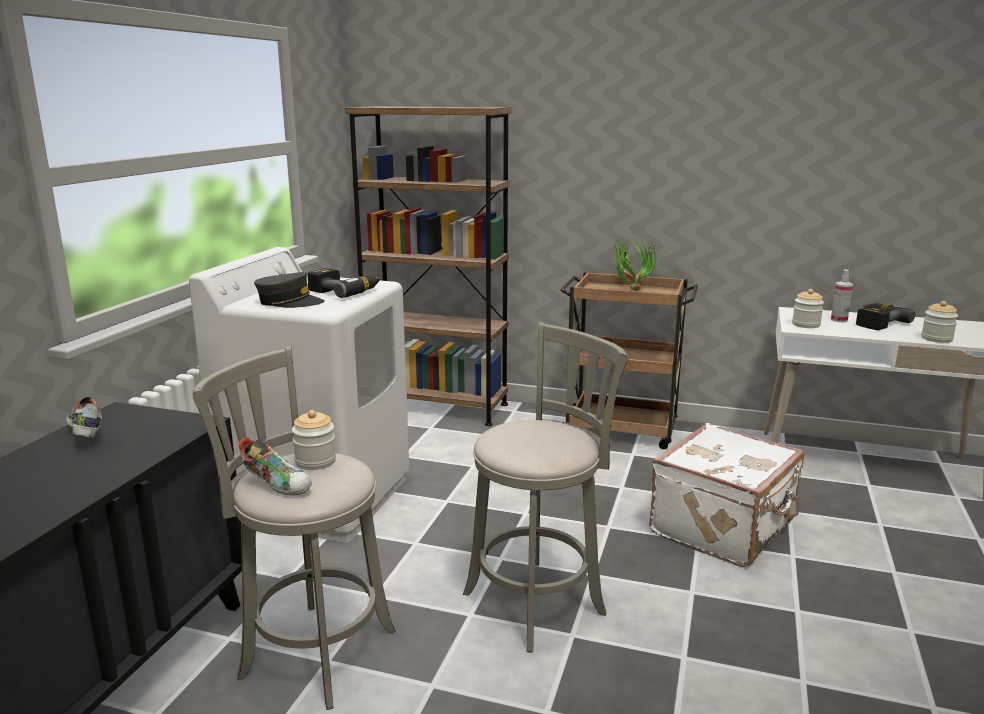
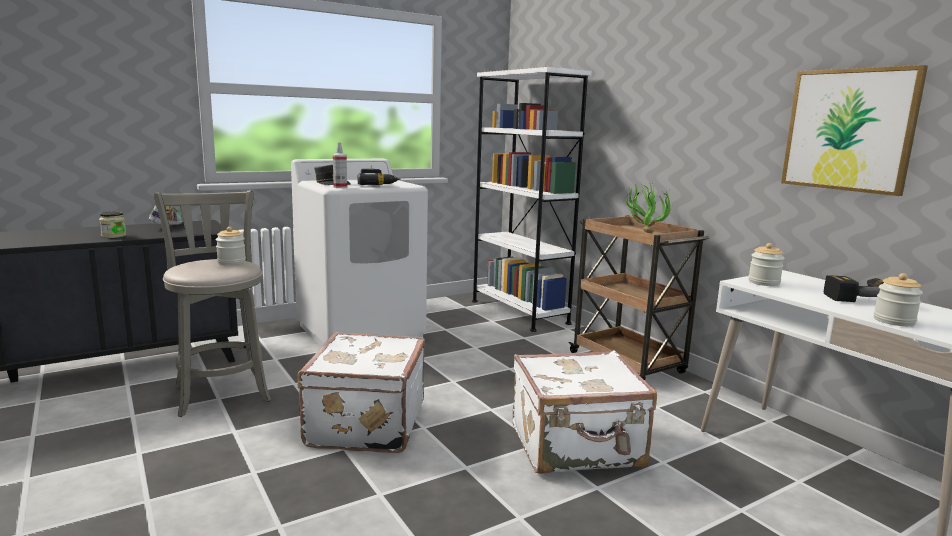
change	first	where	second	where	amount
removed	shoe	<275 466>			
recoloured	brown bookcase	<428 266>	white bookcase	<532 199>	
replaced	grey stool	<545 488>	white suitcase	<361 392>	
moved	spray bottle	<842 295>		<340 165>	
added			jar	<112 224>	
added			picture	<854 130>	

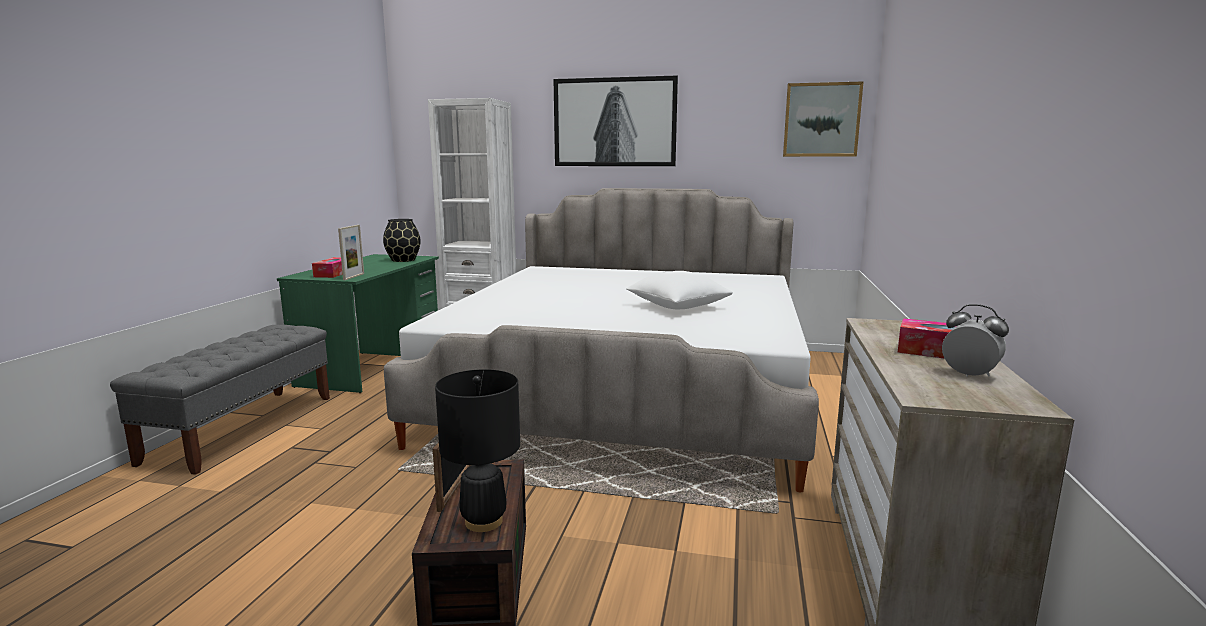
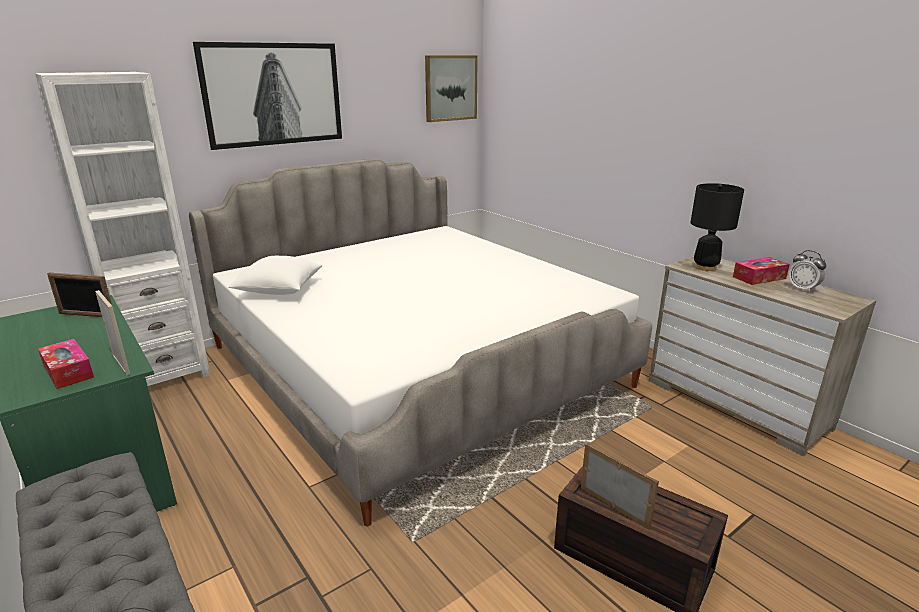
change	first	where	second	where	amount
replaced	black vase	<402 240>	picture frame	<79 295>	
moved	black table lamp	<477 450>		<717 227>	
moved	white pillow	<679 290>		<275 275>	
turned	alarm clock	<975 340>		<807 271>	120 degrees counterclockwise

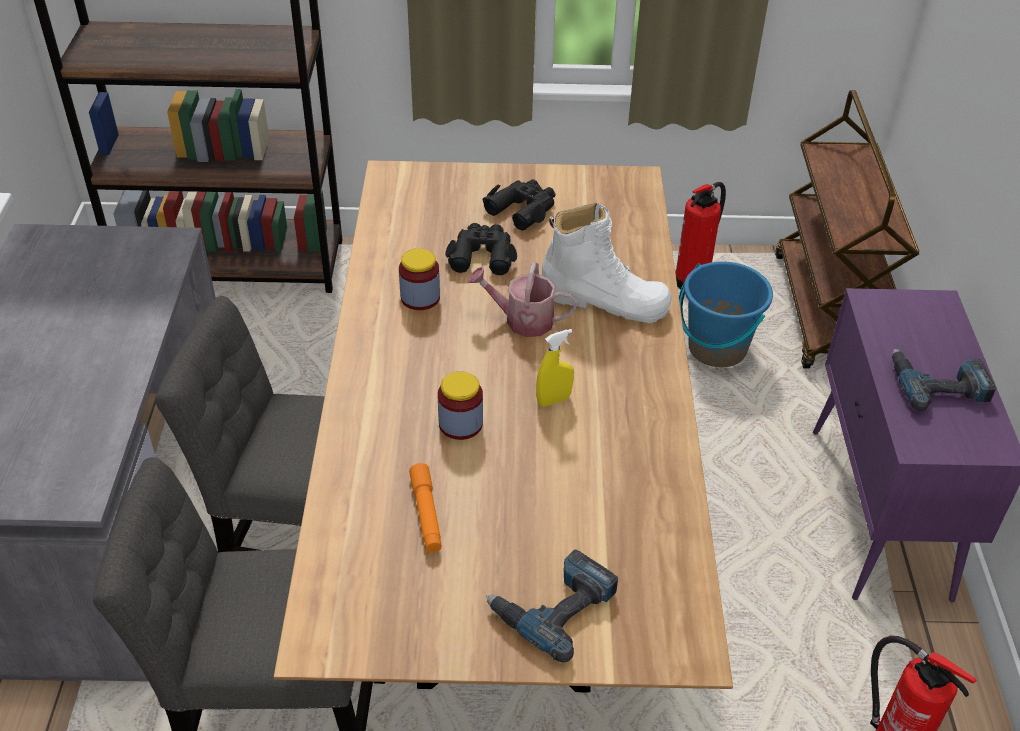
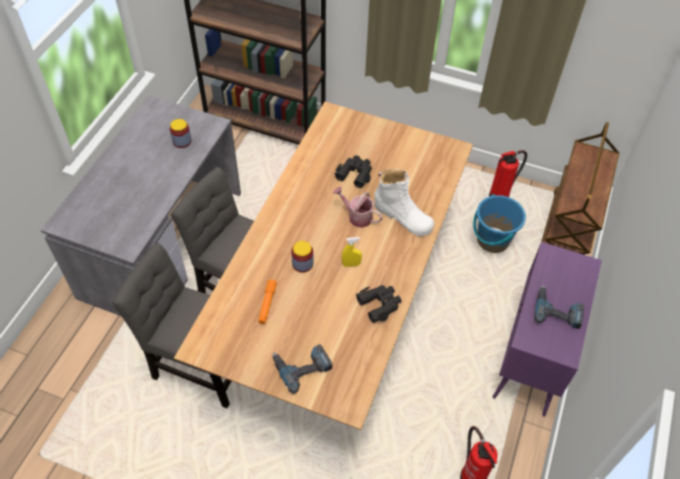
change	first	where	second	where	amount
moved	jar	<419 279>		<181 133>	
moved	black binoculars	<519 205>		<379 304>	

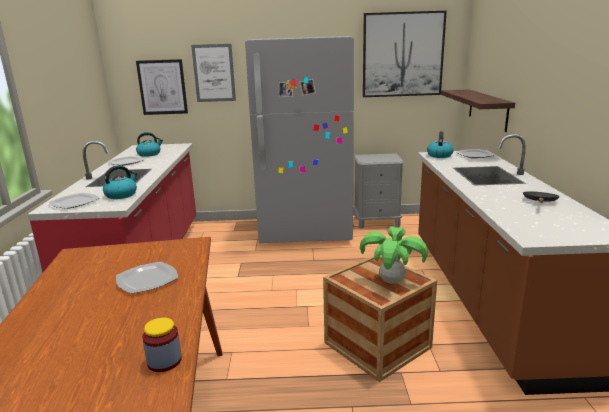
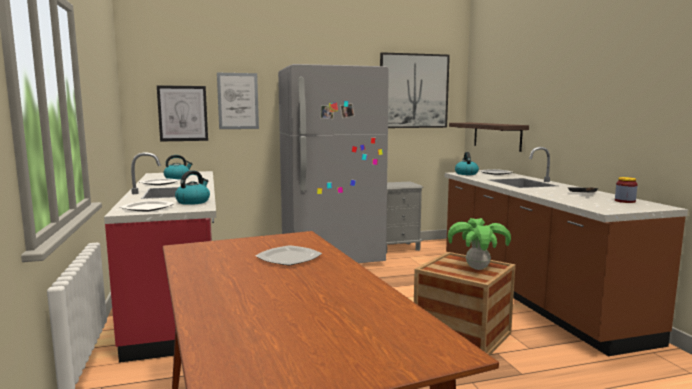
change	first	where	second	where	amount
moved	jar	<162 344>		<626 190>	

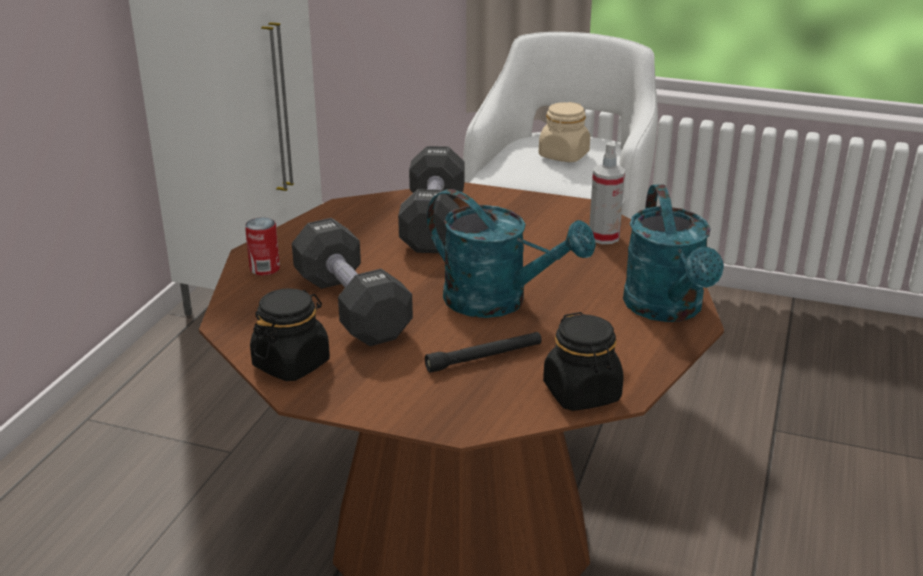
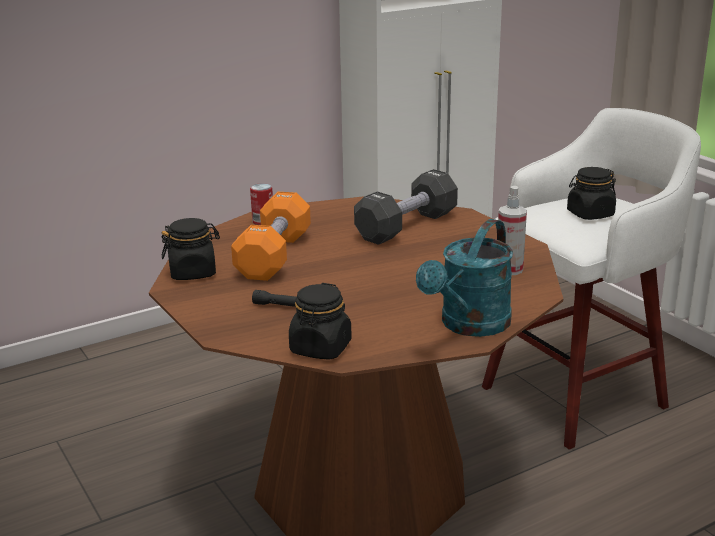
change	first	where	second	where	amount
recoloured	black dumbbell	<352 282>	orange dumbbell	<271 236>	
removed	turquoise watering can	<511 253>			
recoloured	beige jar	<564 132>	black jar	<591 193>	

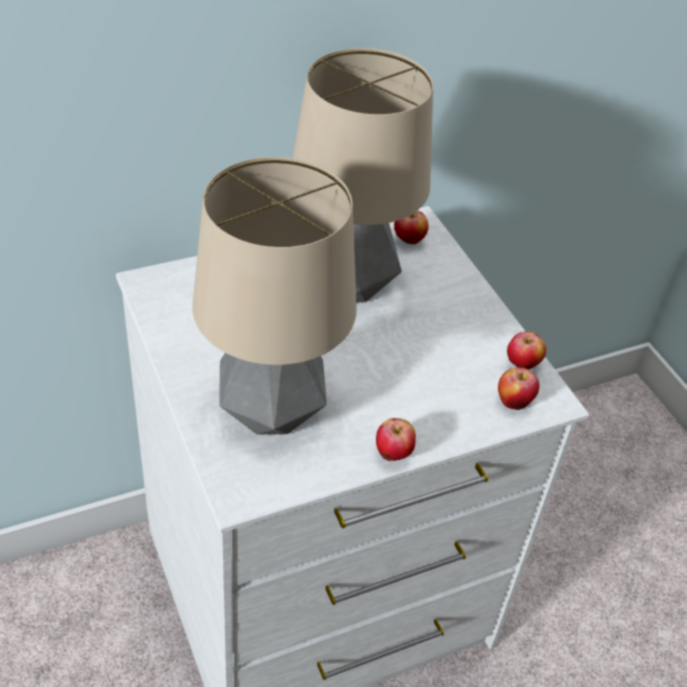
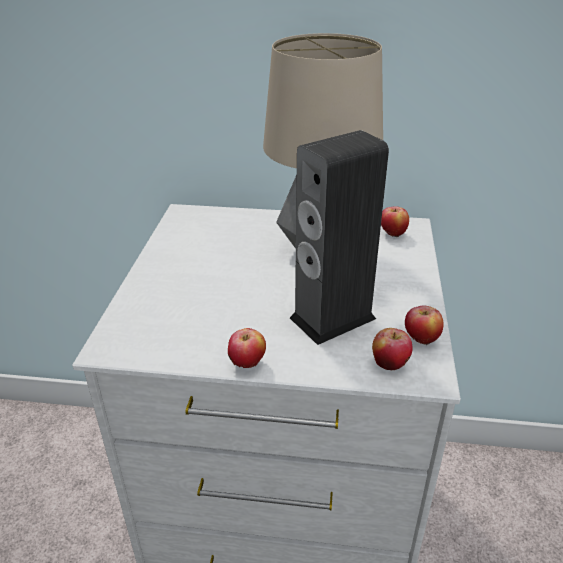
change	first	where	second	where	amount
removed	table lamp	<274 296>			
added			speaker	<339 237>	

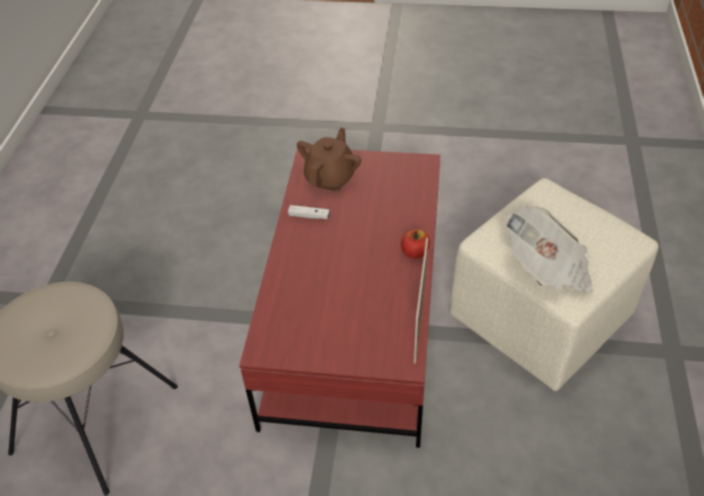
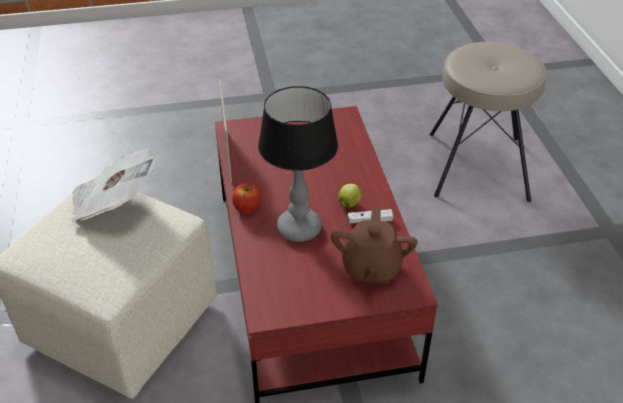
change	first	where	second	where	amount
added			table lamp	<298 164>	
added			apple	<350 196>	

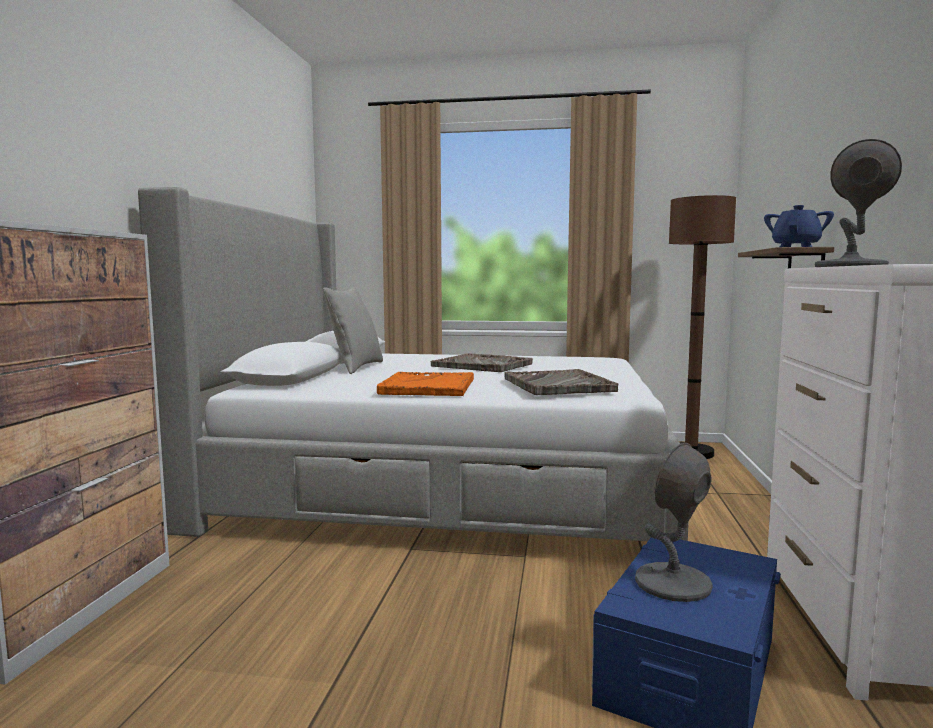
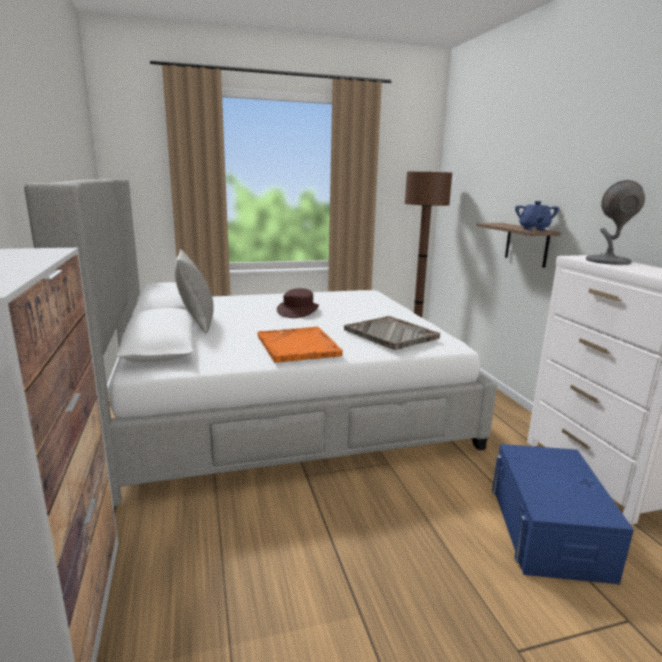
change	first	where	second	where	amount
replaced	grey tray	<482 362>	brown hat	<298 303>	
removed	grey table lamp	<674 522>			

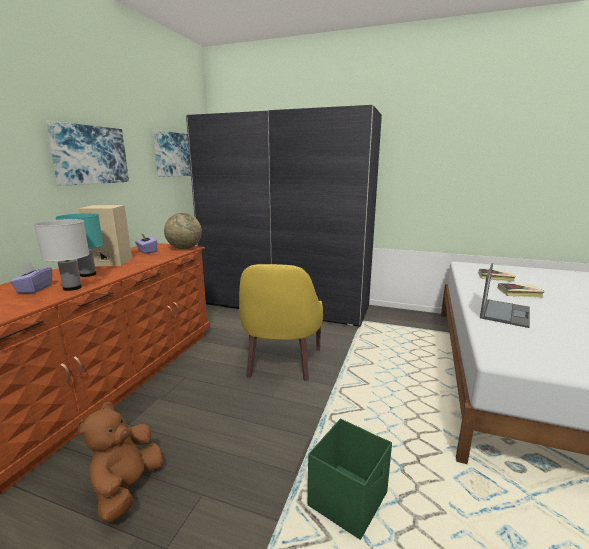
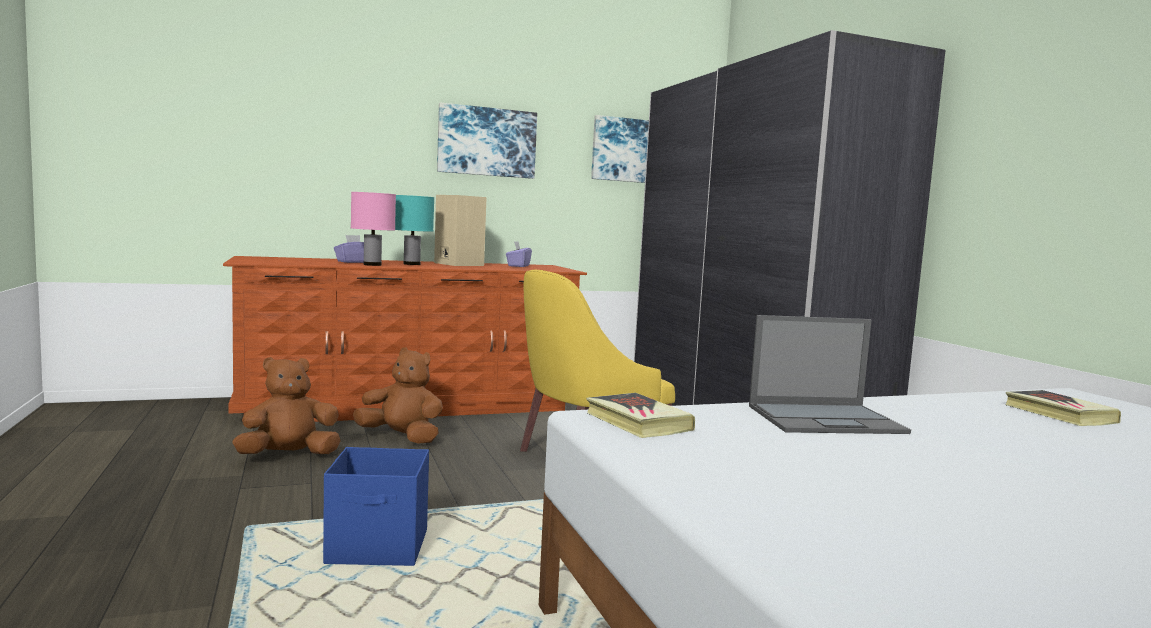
change	first	where	second	where	amount
recoloured	white table lamp	<62 255>	pink table lamp	<373 229>	
removed	globe	<183 231>			
recoloured	green storage box	<350 479>	blue storage box	<376 506>	
moved	book	<521 290>		<640 415>	
added			brown plush toy	<398 395>	

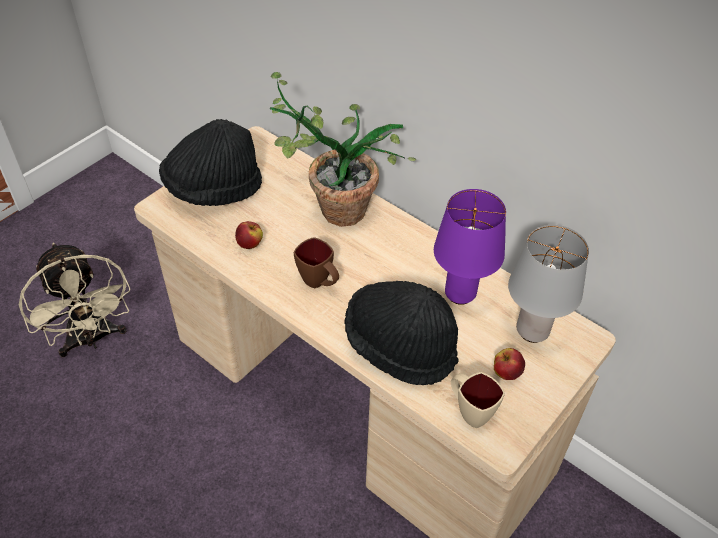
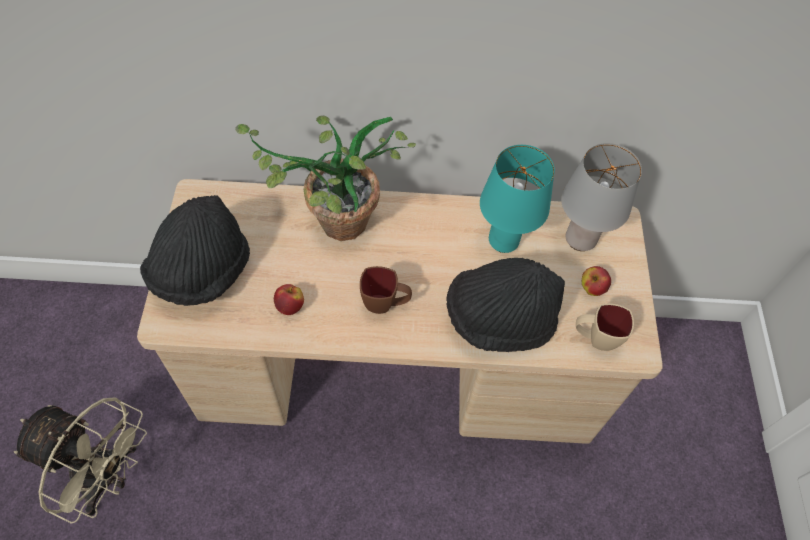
change	first	where	second	where	amount
recoloured	purple table lamp	<470 247>	turquoise table lamp	<517 199>	

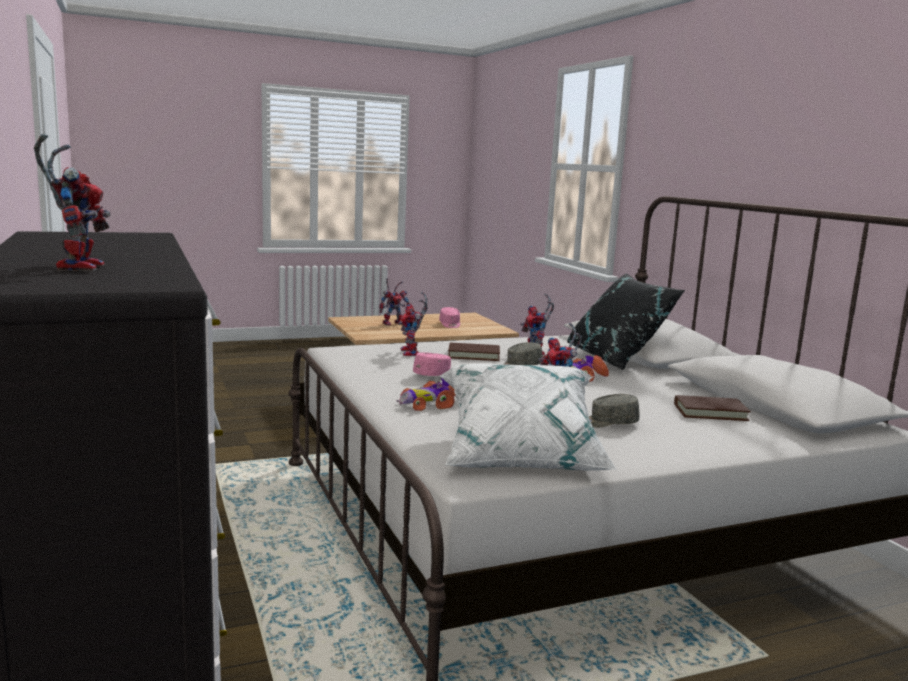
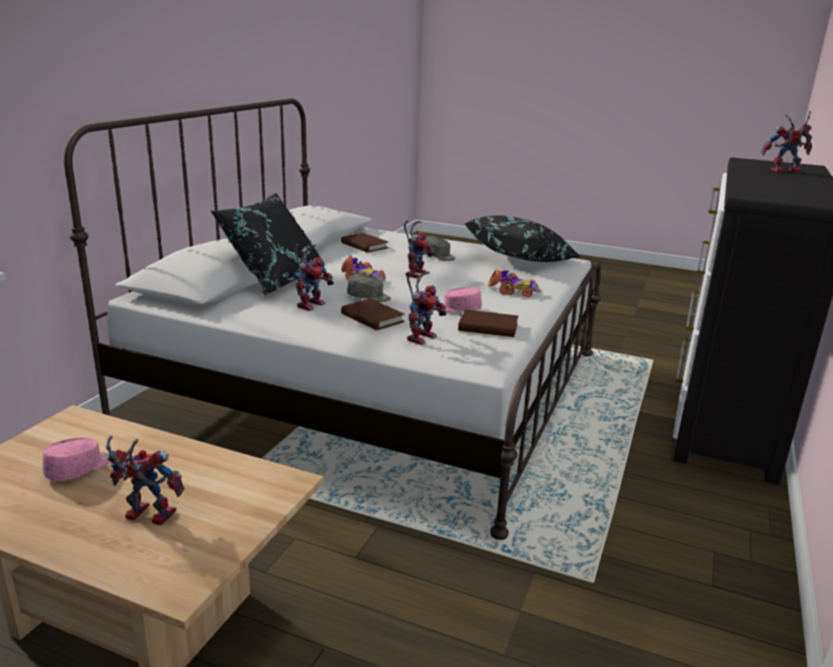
change	first	where	second	where	amount
turned	toy robot	<72 202>		<786 142>	60 degrees clockwise
recoloured	white pillow	<528 417>	black pillow	<522 238>	
added			brown book	<488 323>	

